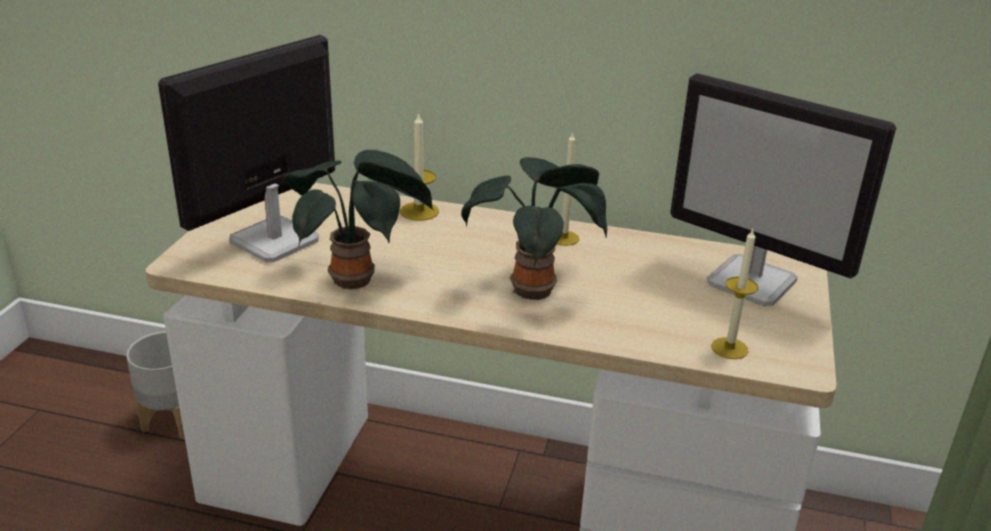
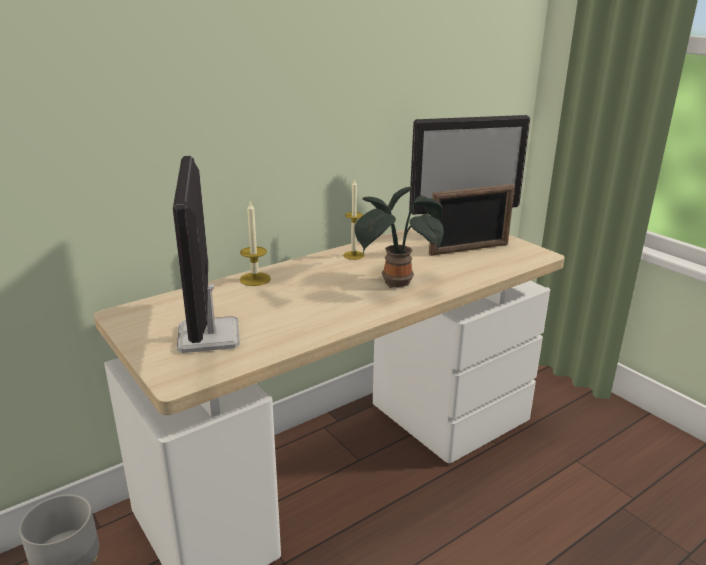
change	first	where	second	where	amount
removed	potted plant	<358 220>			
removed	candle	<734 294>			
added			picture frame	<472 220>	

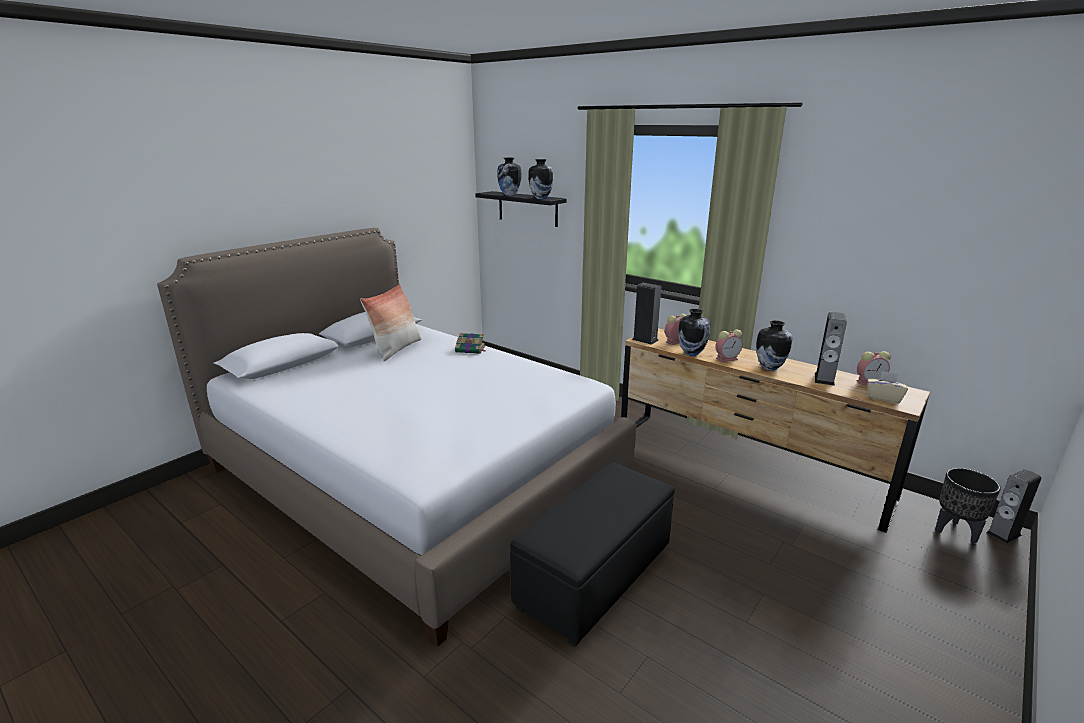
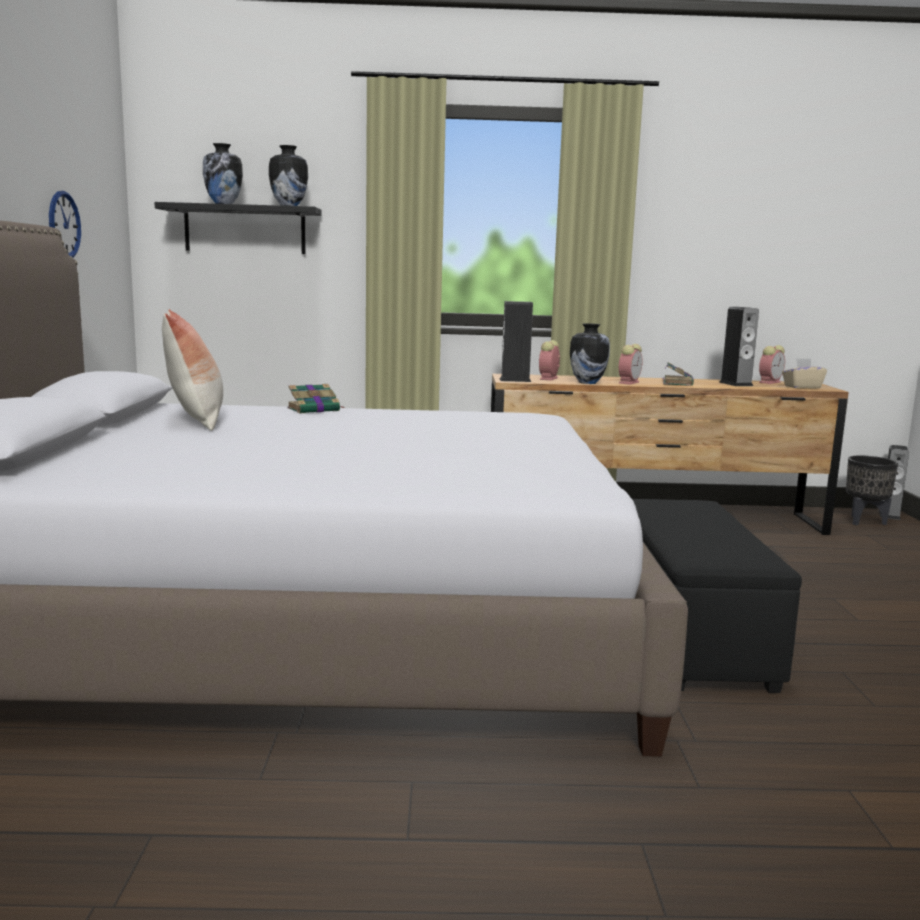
change	first	where	second	where	amount
replaced	vase	<774 345>	book	<678 374>	
added			wall clock	<65 224>	

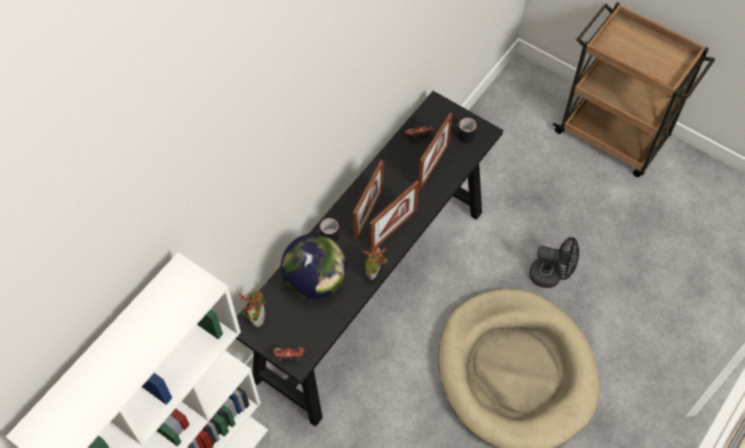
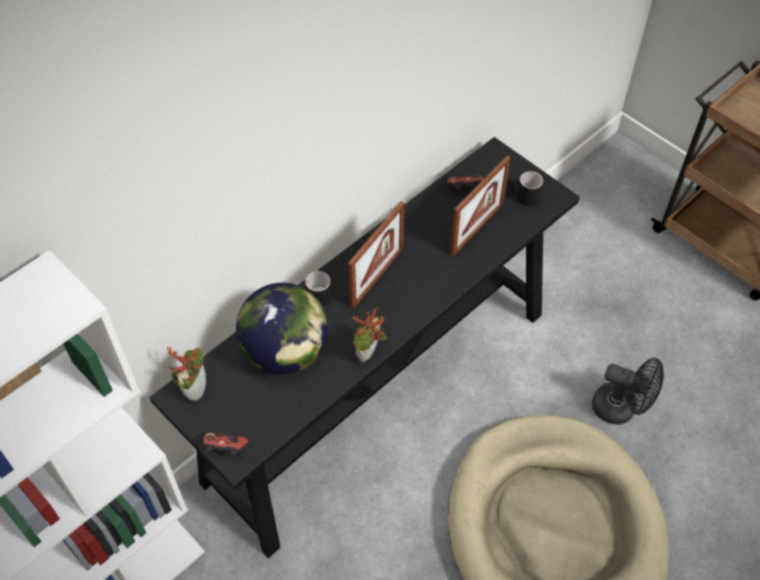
change	first	where	second	where	amount
removed	picture frame	<394 216>			

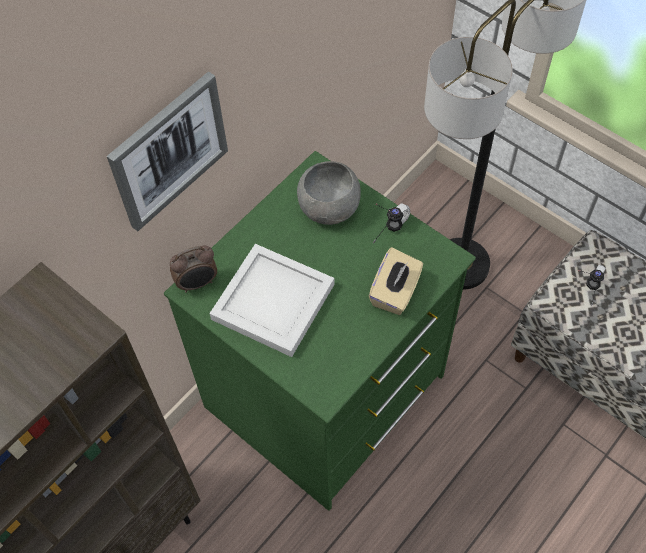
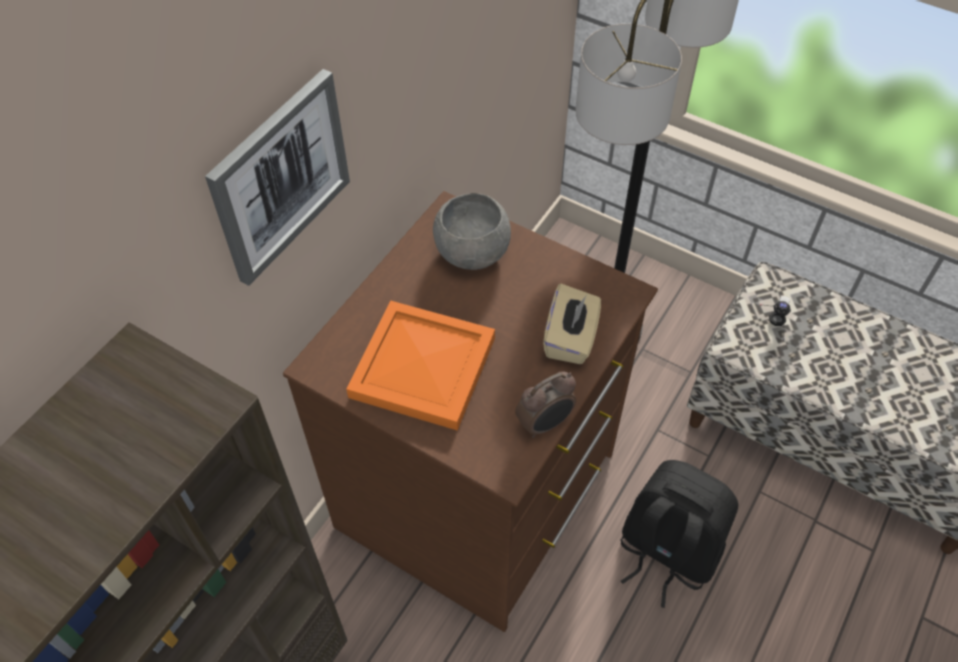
change	first	where	second	where	amount
recoloured	green dresser	<320 331>	brown dresser	<470 411>	
moved	alarm clock	<193 269>		<545 405>	
recoloured	white tray	<272 300>	orange tray	<420 365>	
removed	headphones	<391 223>			
added			black backpack	<679 534>	

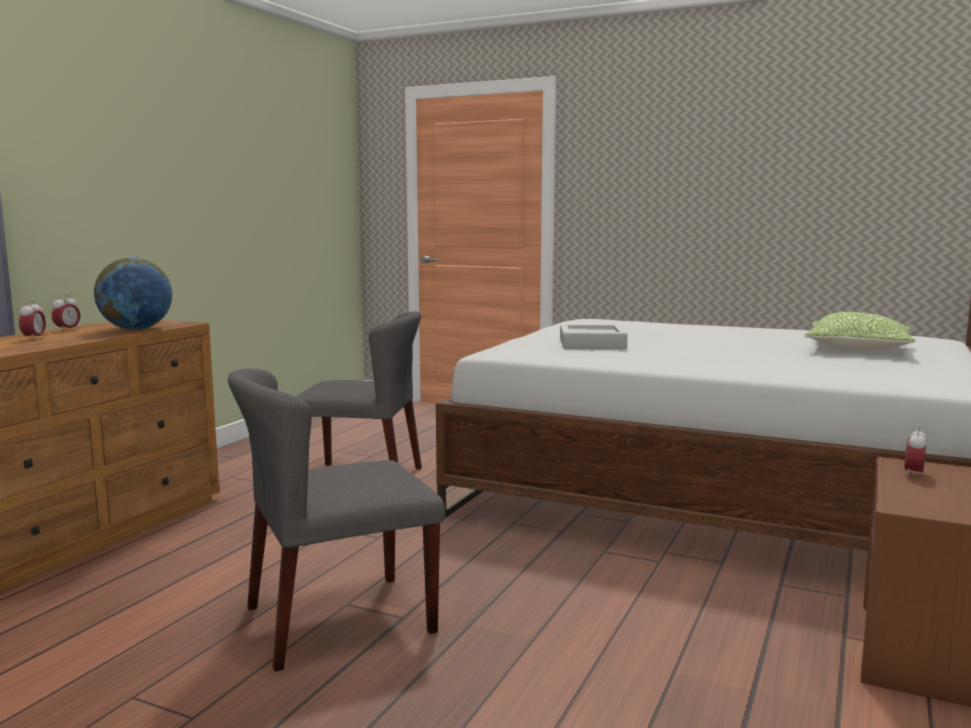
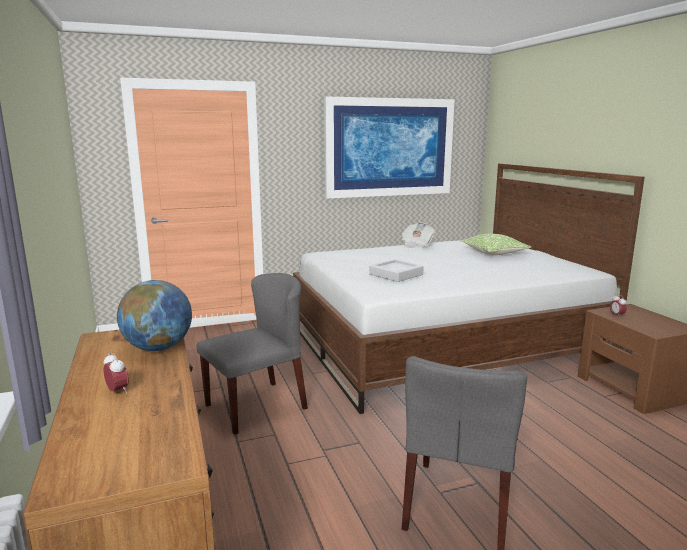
change	first	where	second	where	amount
removed	alarm clock	<65 313>			
added			picture	<389 148>	
added			newspaper	<418 235>	

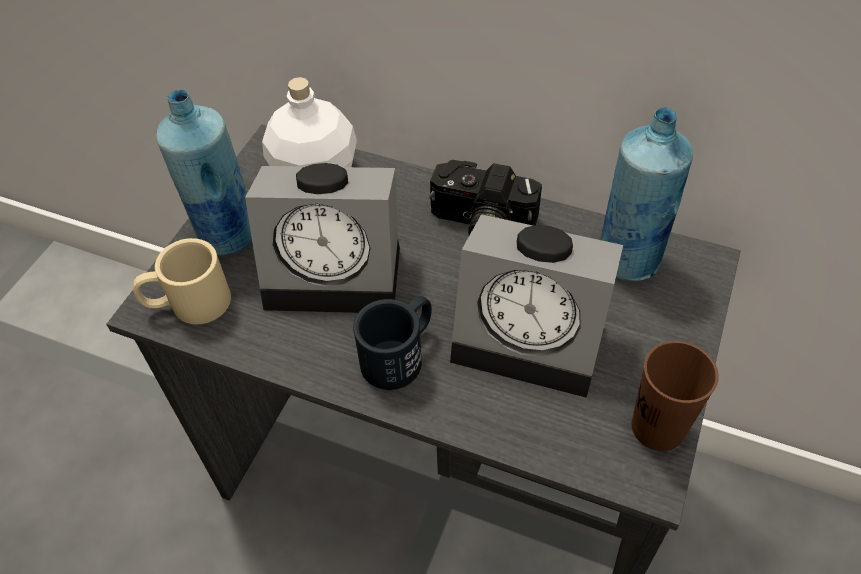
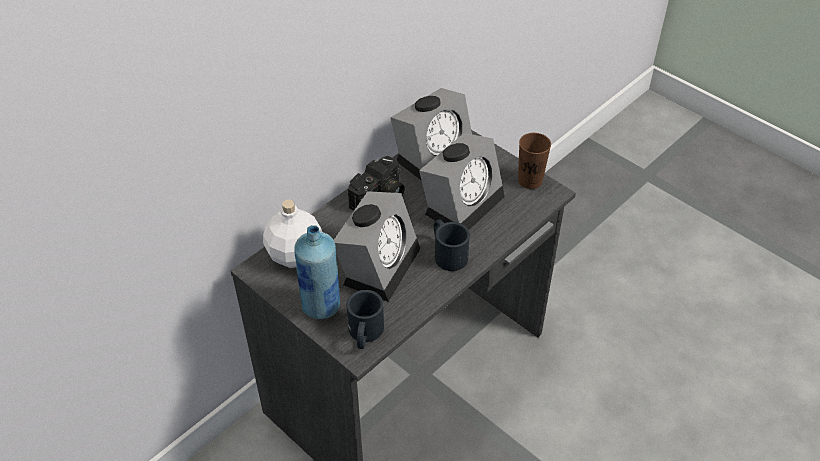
change	first	where	second	where	amount
recoloured	beige mug	<182 281>	black mug	<365 319>	
replaced	blue bottle	<646 194>	alarm clock	<431 134>	

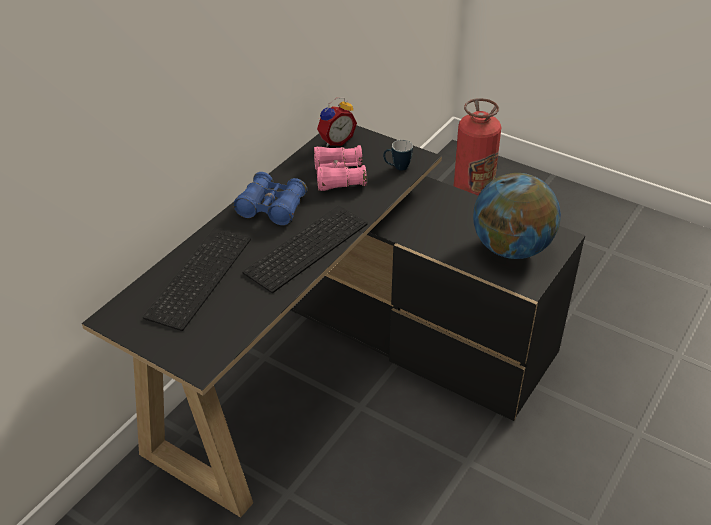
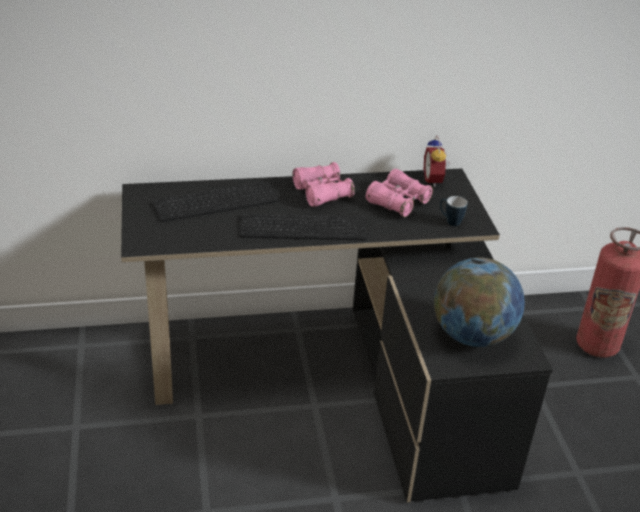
change	first	where	second	where	amount
recoloured	blue binoculars	<270 199>	pink binoculars	<323 184>	
turned	alarm clock	<337 122>		<437 161>	75 degrees clockwise

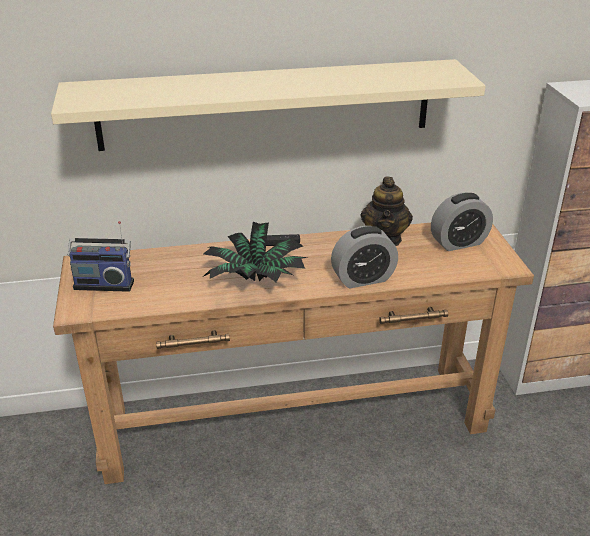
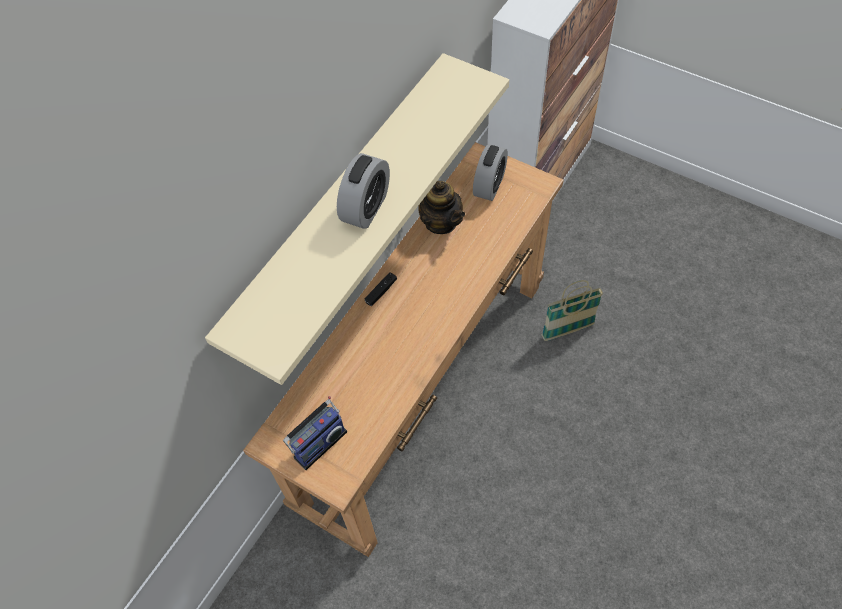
change	first	where	second	where	amount
removed	potted plant	<255 252>			
moved	alarm clock	<364 257>		<363 191>	
added			basket	<572 310>	

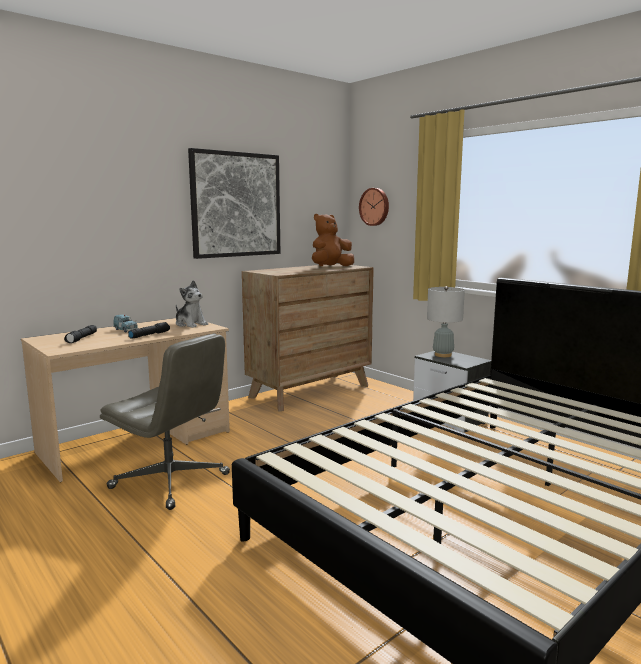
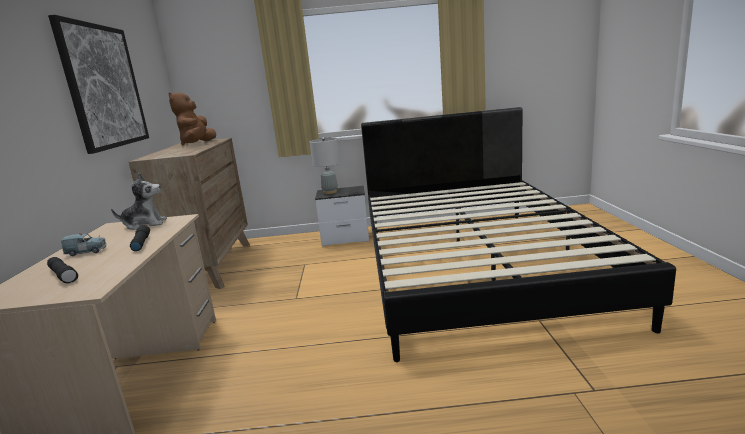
change	first	where	second	where	amount
removed	grey office chair	<165 422>			
removed	wall clock	<374 207>			

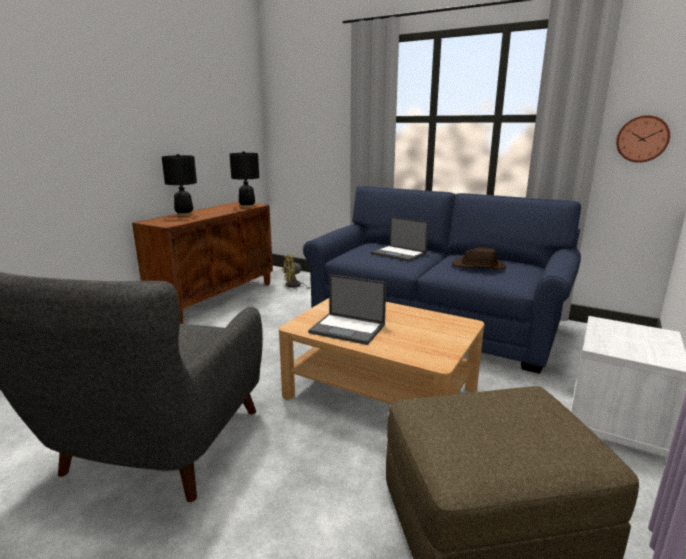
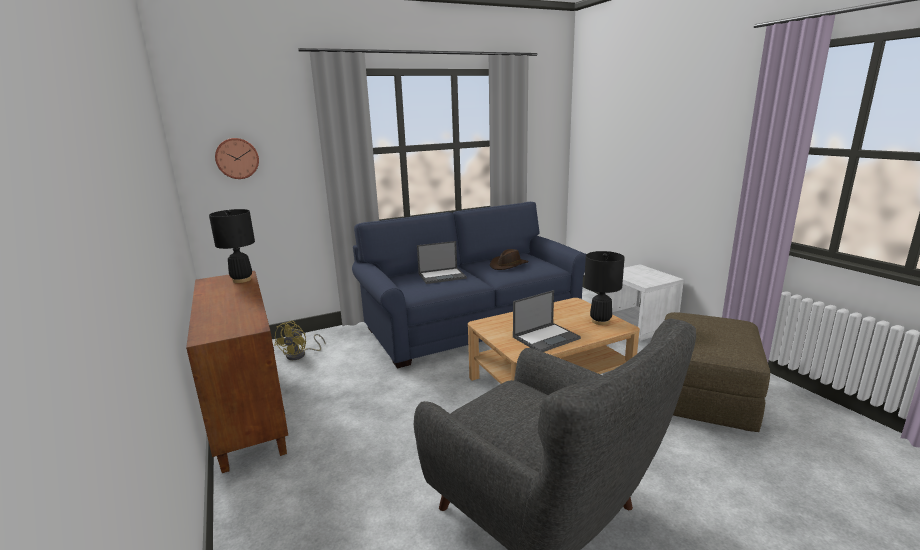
change	first	where	second	where	amount
moved	black table lamp	<179 185>		<604 288>	
moved	wall clock	<643 139>		<237 158>	

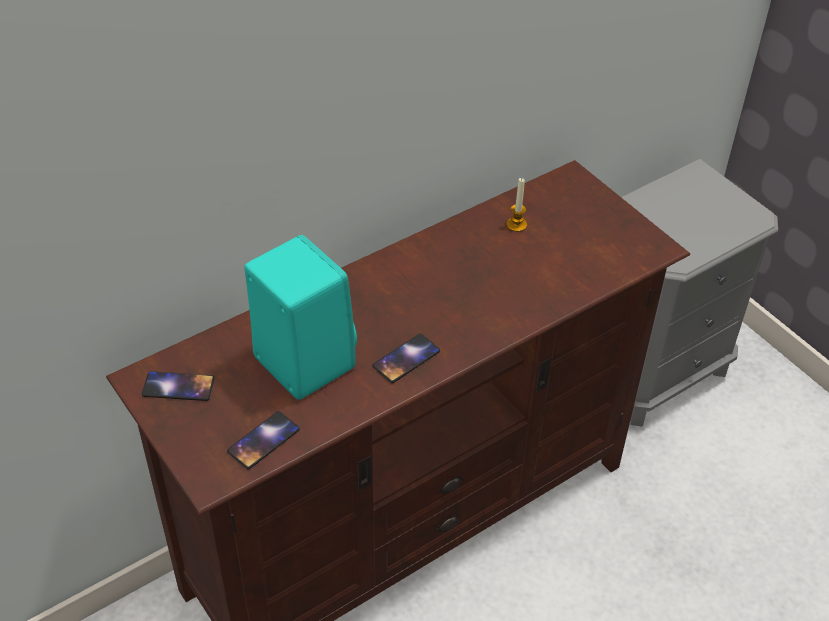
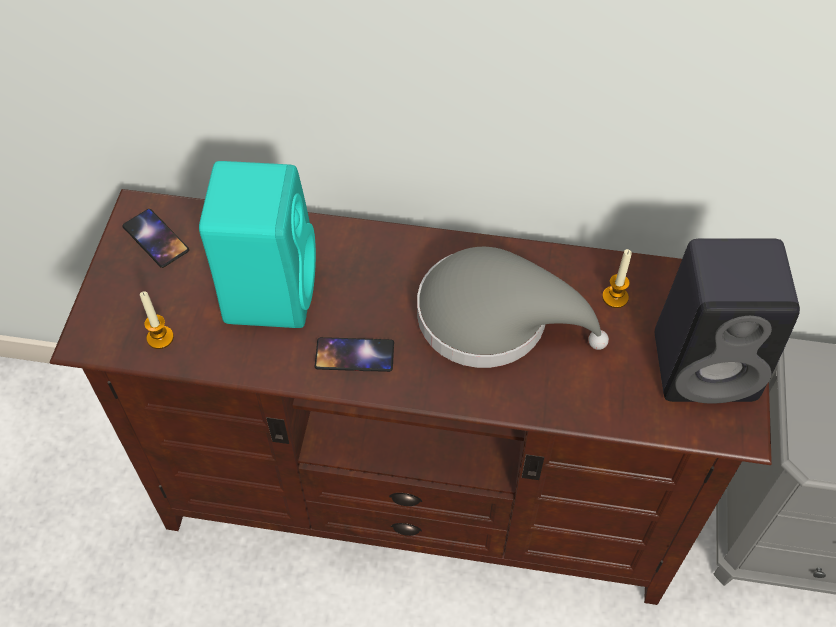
change	first	where	second	where	amount
replaced	phone	<263 440>	candle	<157 320>	
added			grey hat	<513 307>	
added			black speaker	<727 321>	

